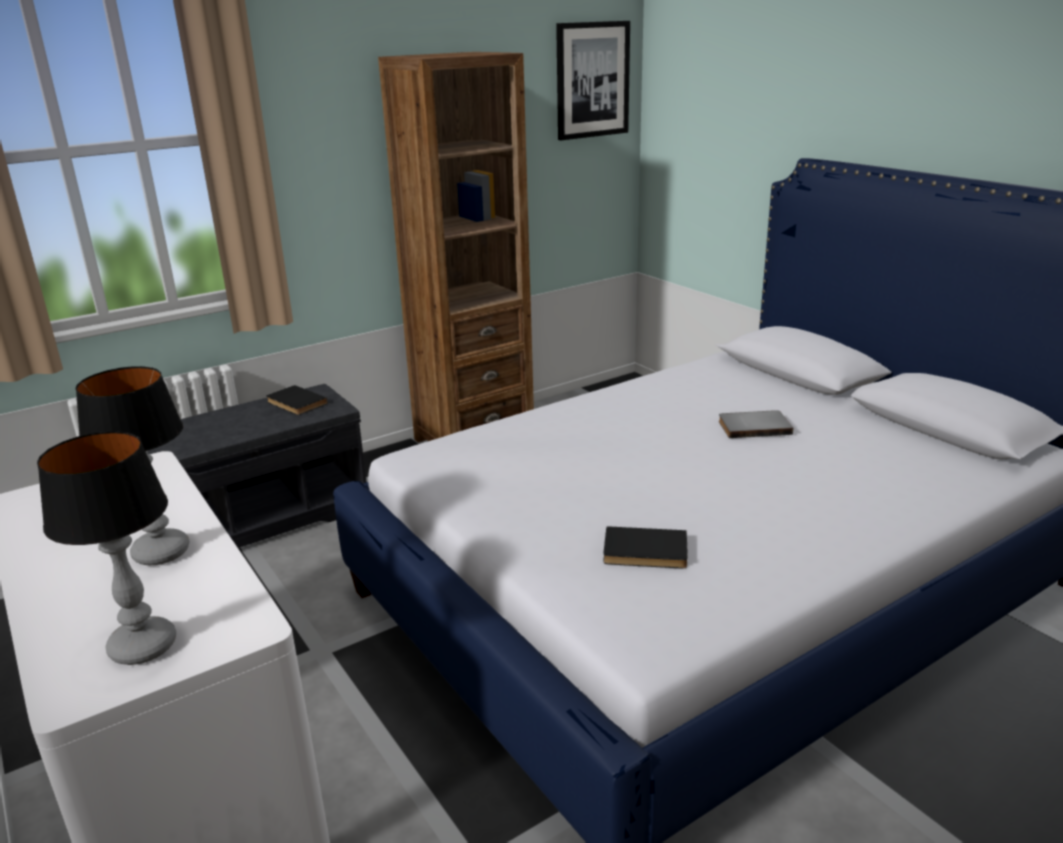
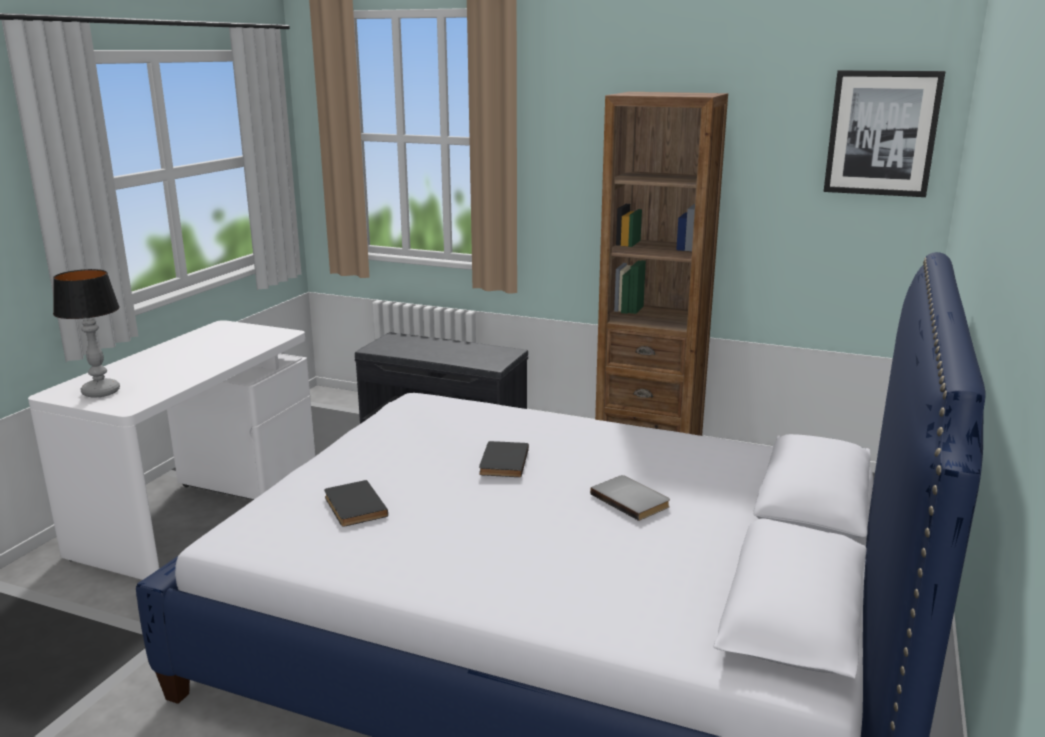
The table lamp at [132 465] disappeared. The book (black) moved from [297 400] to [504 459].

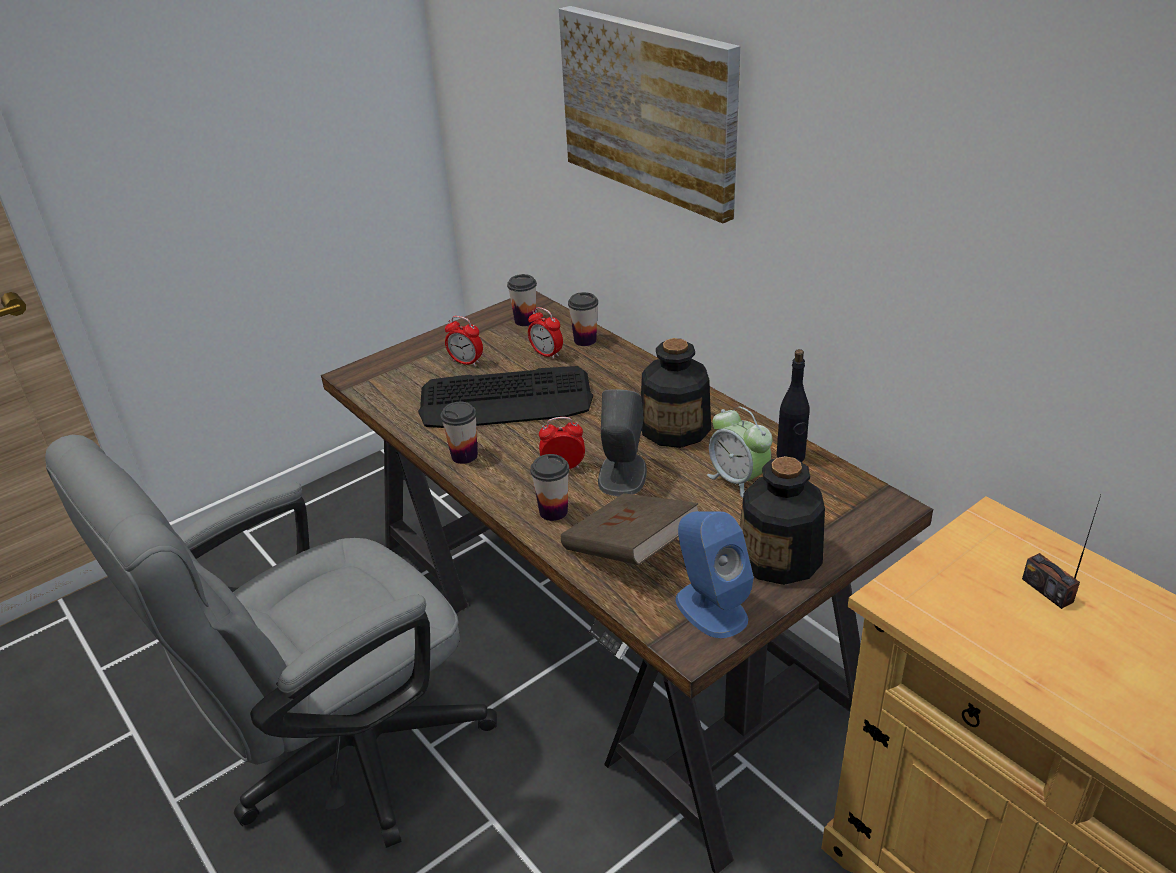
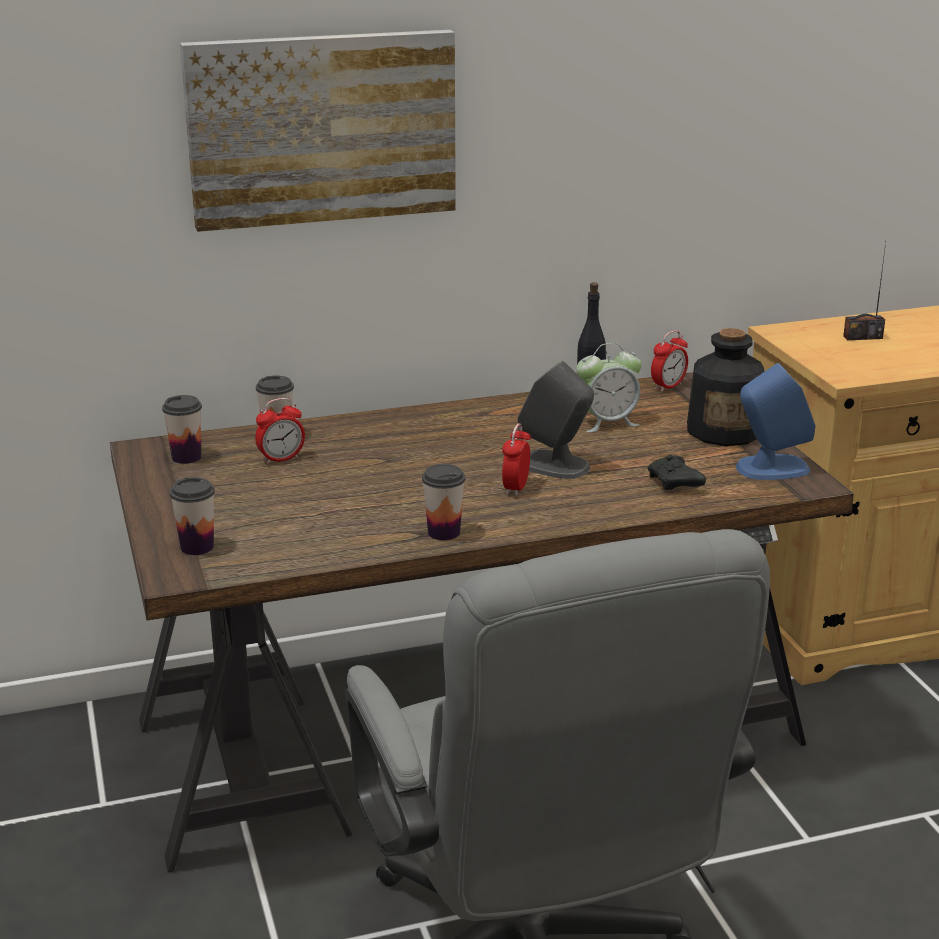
The bedside clock moved from [464 341] to [669 361]. The drink bottle at [676 393] disappeared. The PC keyboard at [505 397] disappeared. The small cup moved from [549 487] to [192 516]. The book (brown-coloured) at [629 529] was replaced by the gamepad (black) at [677 472].

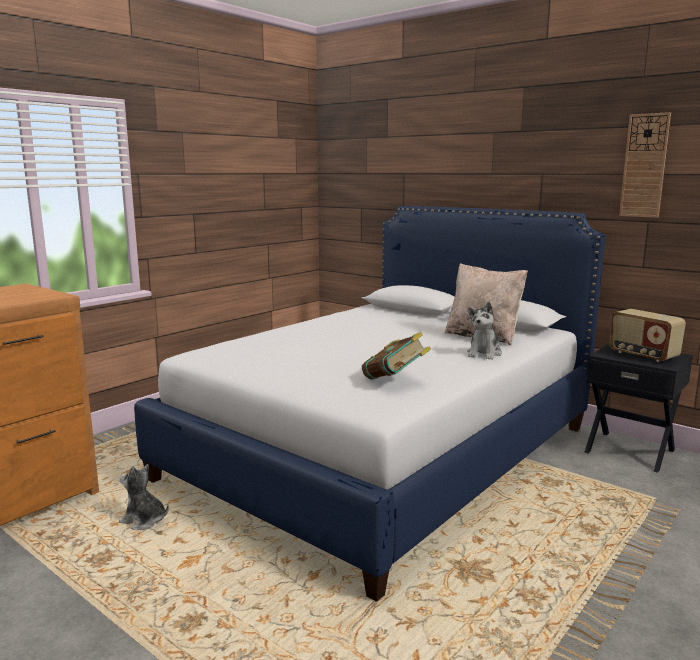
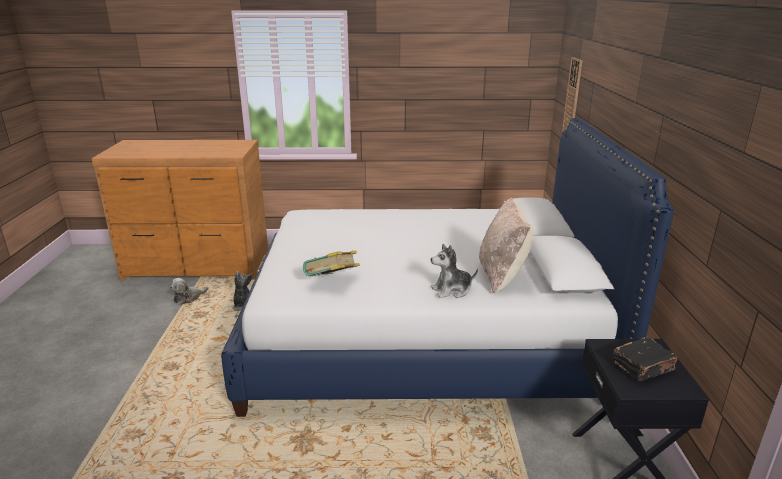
The clock on the wall moved from [645 165] to [572 94]. The radio receiver at [647 335] was replaced by the book (black) at [645 359]. The cuddly toy at [189 291] appeared.

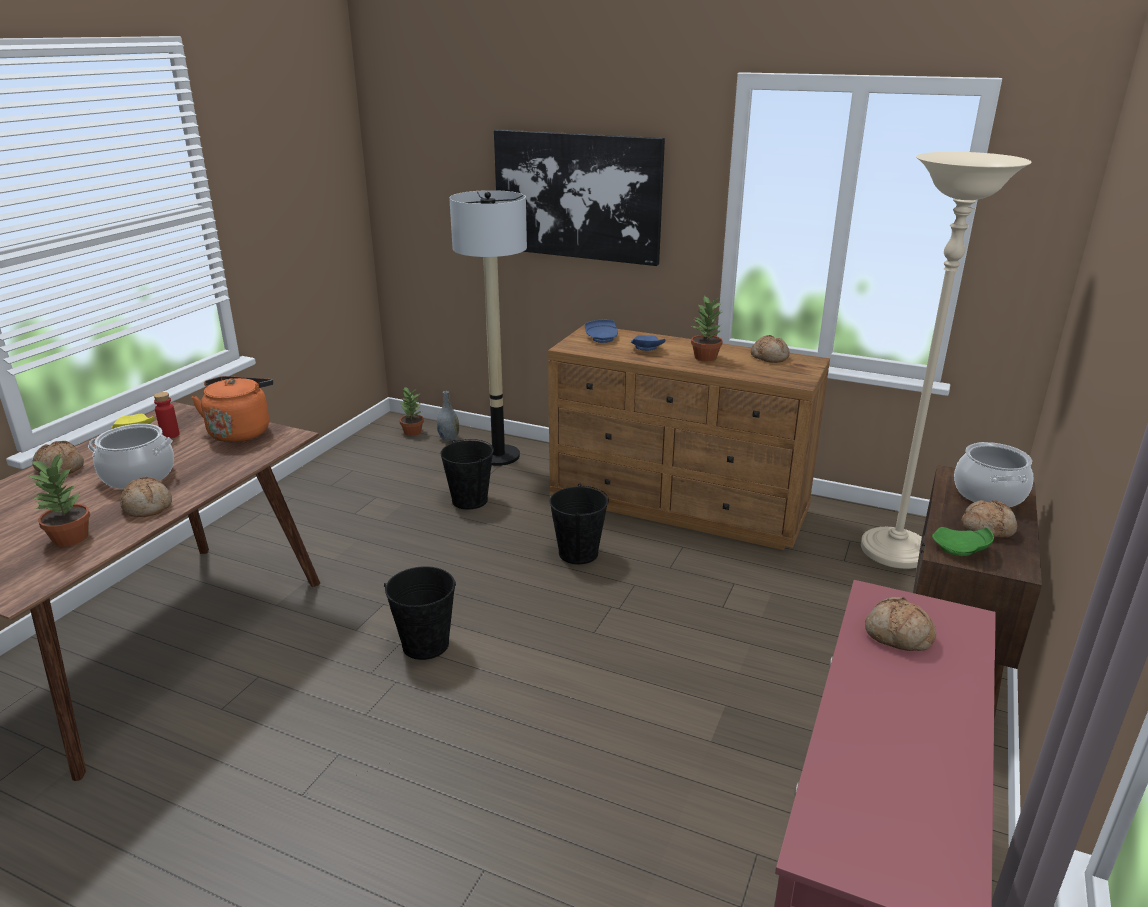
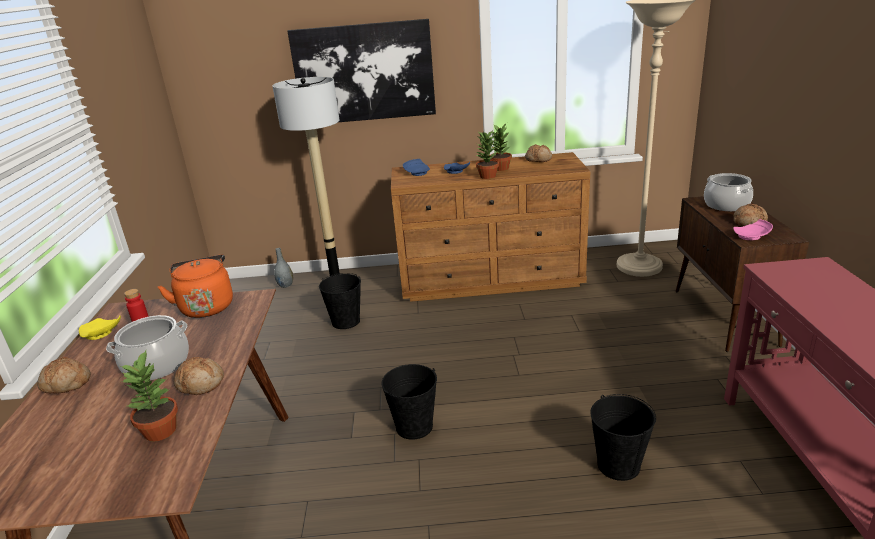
The potted plant moved from [412 411] to [487 155]. The water bucket (black) moved from [579 523] to [623 437]. The flat dish (greenish) at [963 541] became the flat dish (pink-coloured) at [753 229]. The bread at [900 624] disappeared.

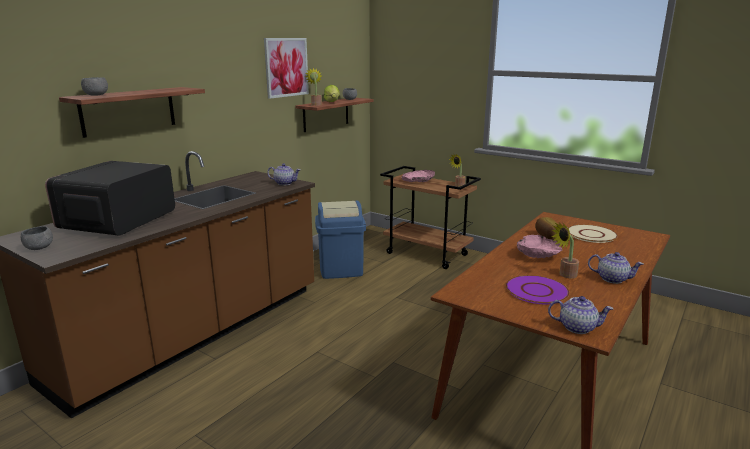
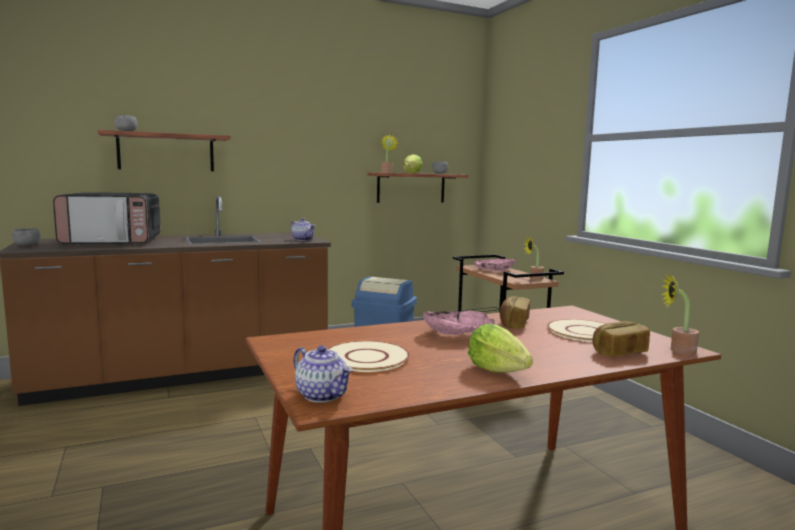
The wall picture at [286 68] disappeared. The microwave at [110 198] turned 150 degrees counterclockwise. The potted plant moved from [565 250] to [680 314]. The pot for tea at [615 268] was replaced by the lettuce head at [500 348]. The flat dish (purplish) at [538 289] became the flat dish (sand-coloured) at [369 356]. The bread at [621 339] appeared.

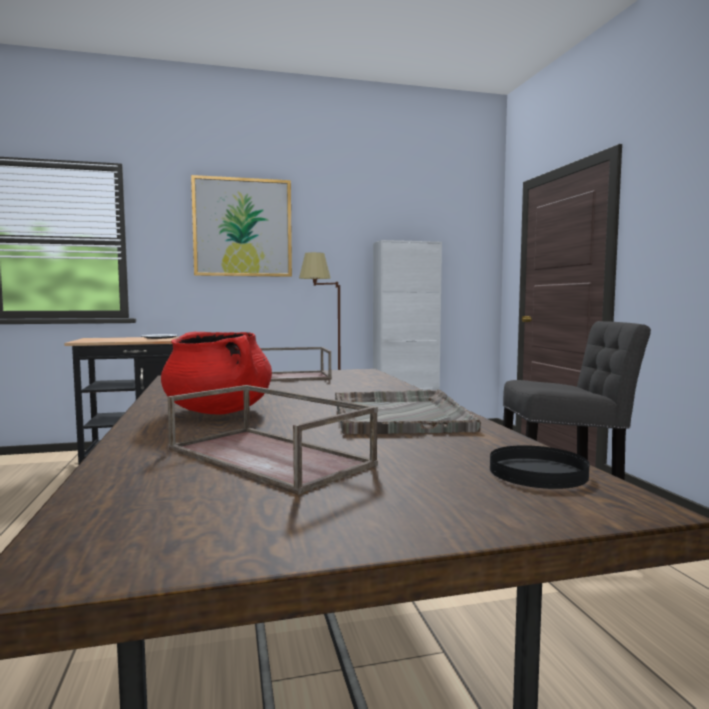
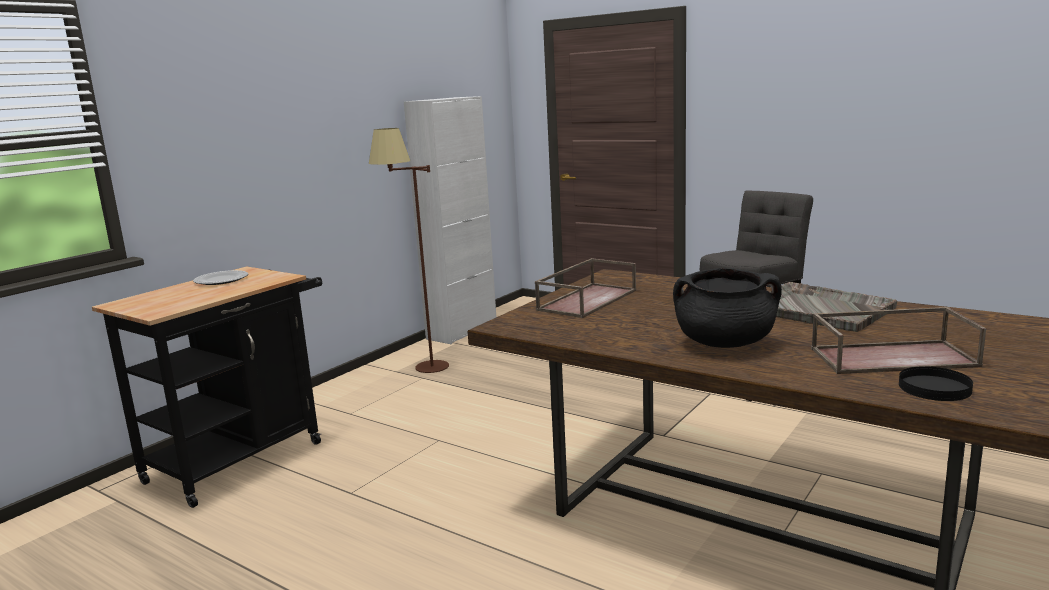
The wall picture at [241 226] disappeared. The stockpot (red-coloured) at [216 373] became the stockpot (black) at [727 308]. The flat dish (black) moved from [539 467] to [936 383].

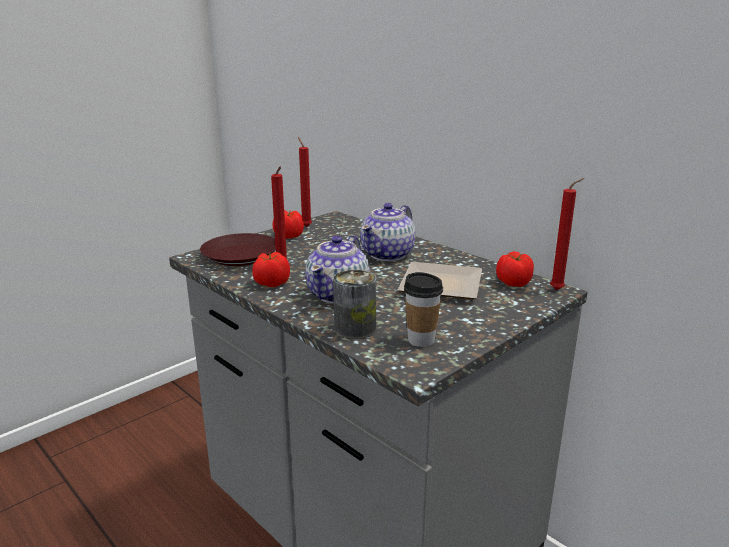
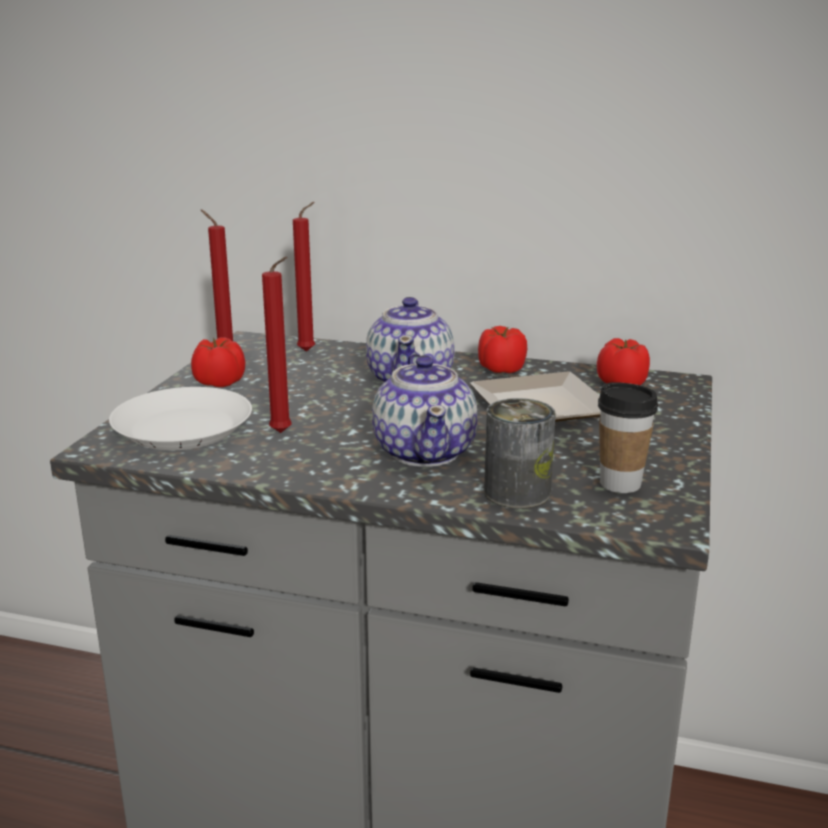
The wax light (red-coloured) moved from [567 234] to [304 277]. The flat dish (brown-coloured) at [238 249] became the flat dish (white-coloured) at [180 418]. The fresh tomato moved from [271 269] to [502 349].

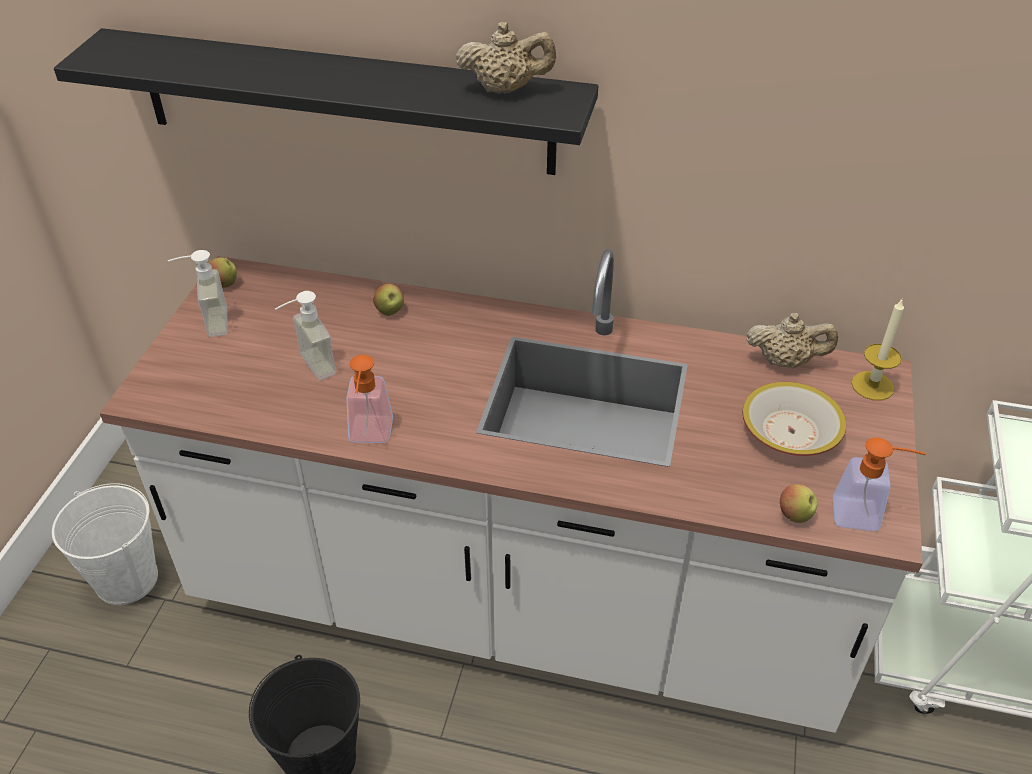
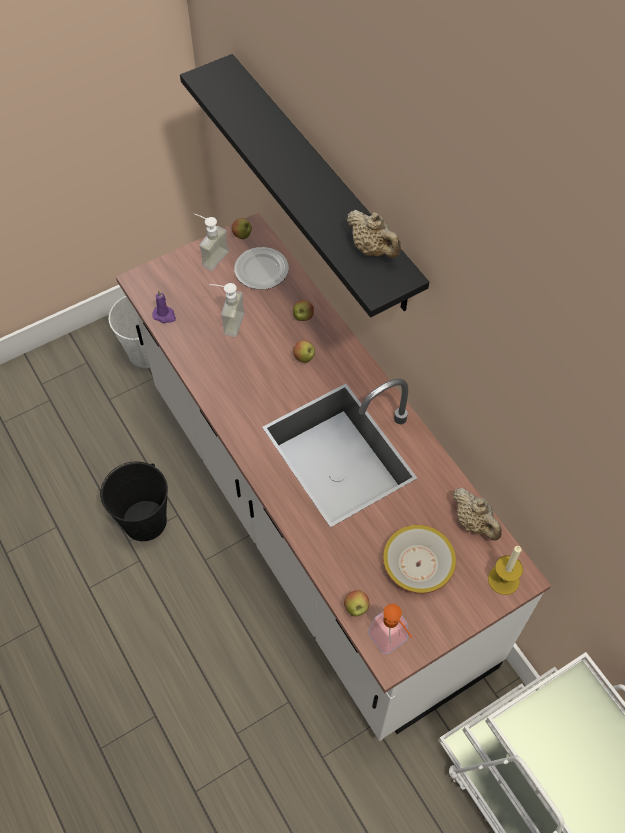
The soap bottle at [369 399] disappeared. The flat dish at [261 268] appeared. The wax light (purplish) at [164 306] appeared. The apple fruit at [304 351] appeared.

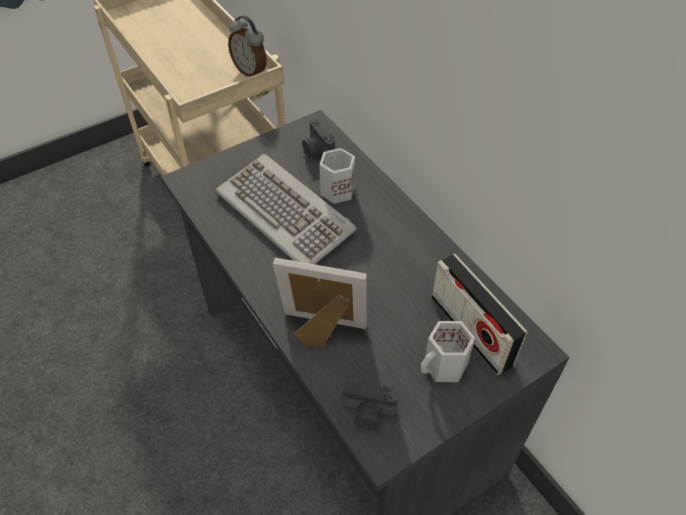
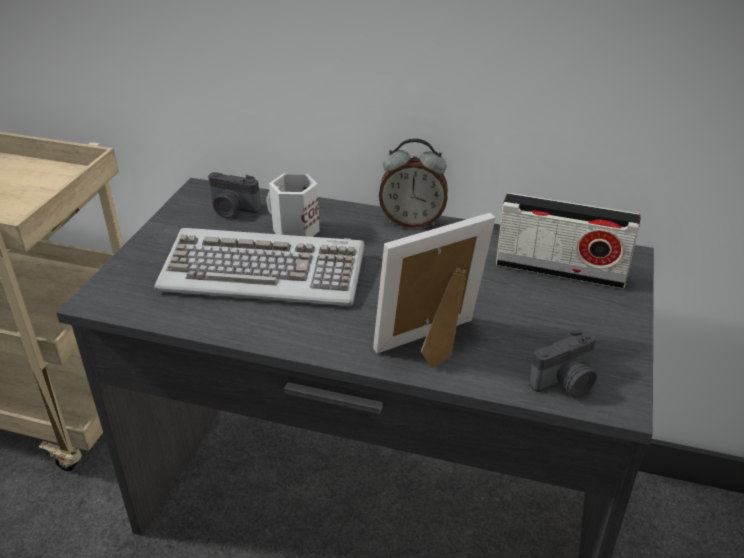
The bedside clock moved from [247 46] to [413 183]. The mug (white-coloured) at [448 351] disappeared.

